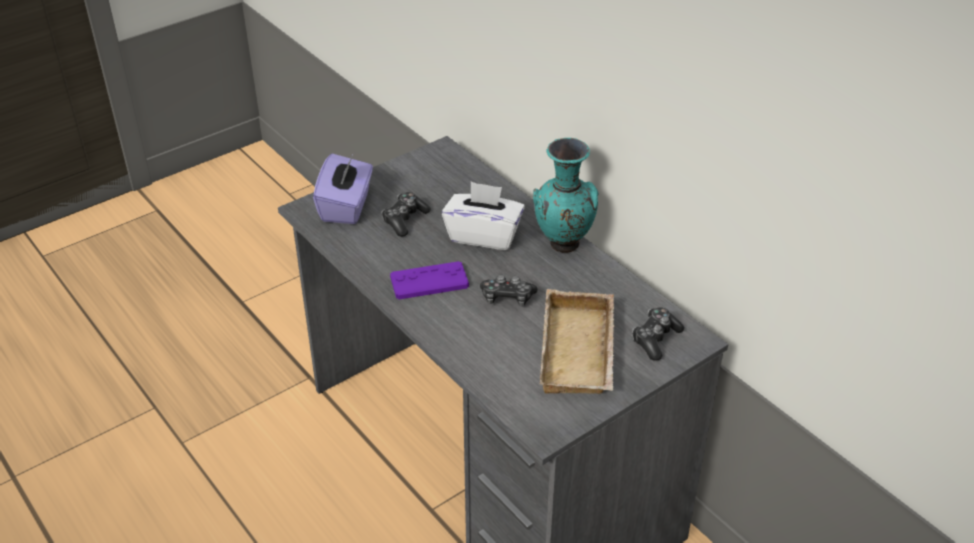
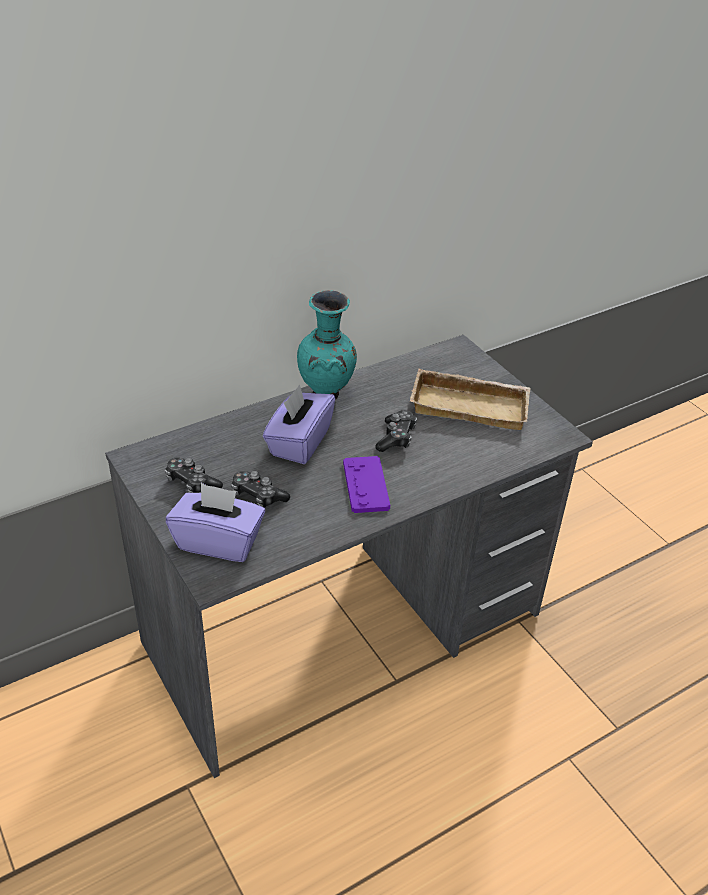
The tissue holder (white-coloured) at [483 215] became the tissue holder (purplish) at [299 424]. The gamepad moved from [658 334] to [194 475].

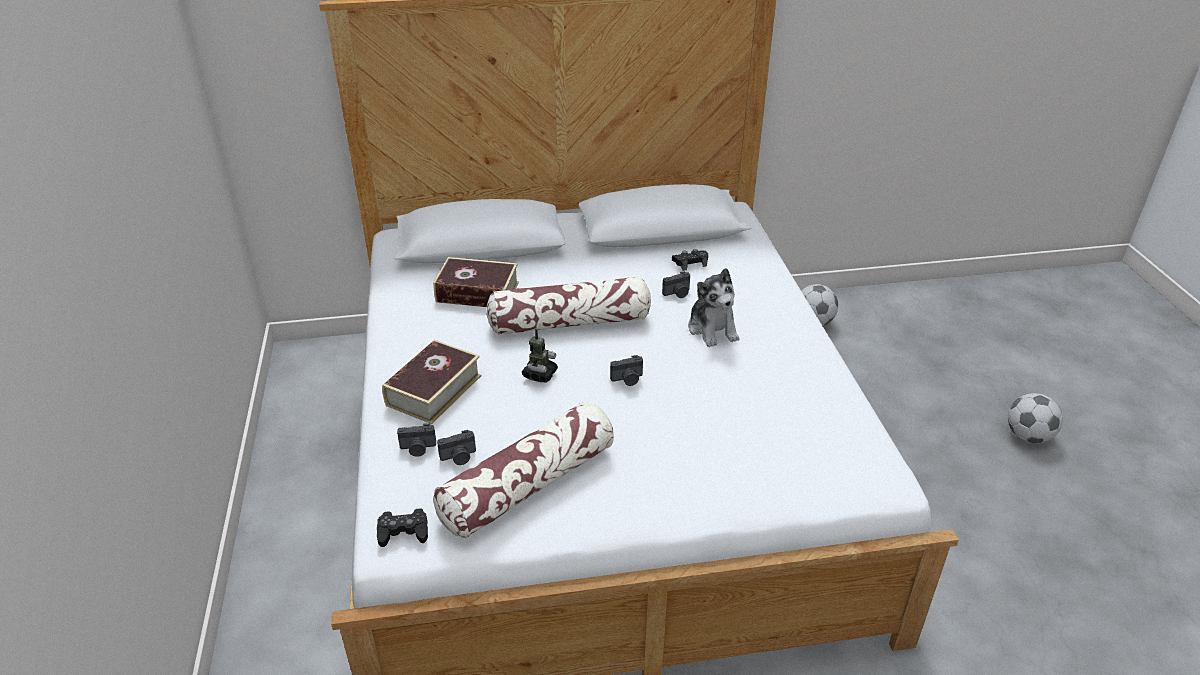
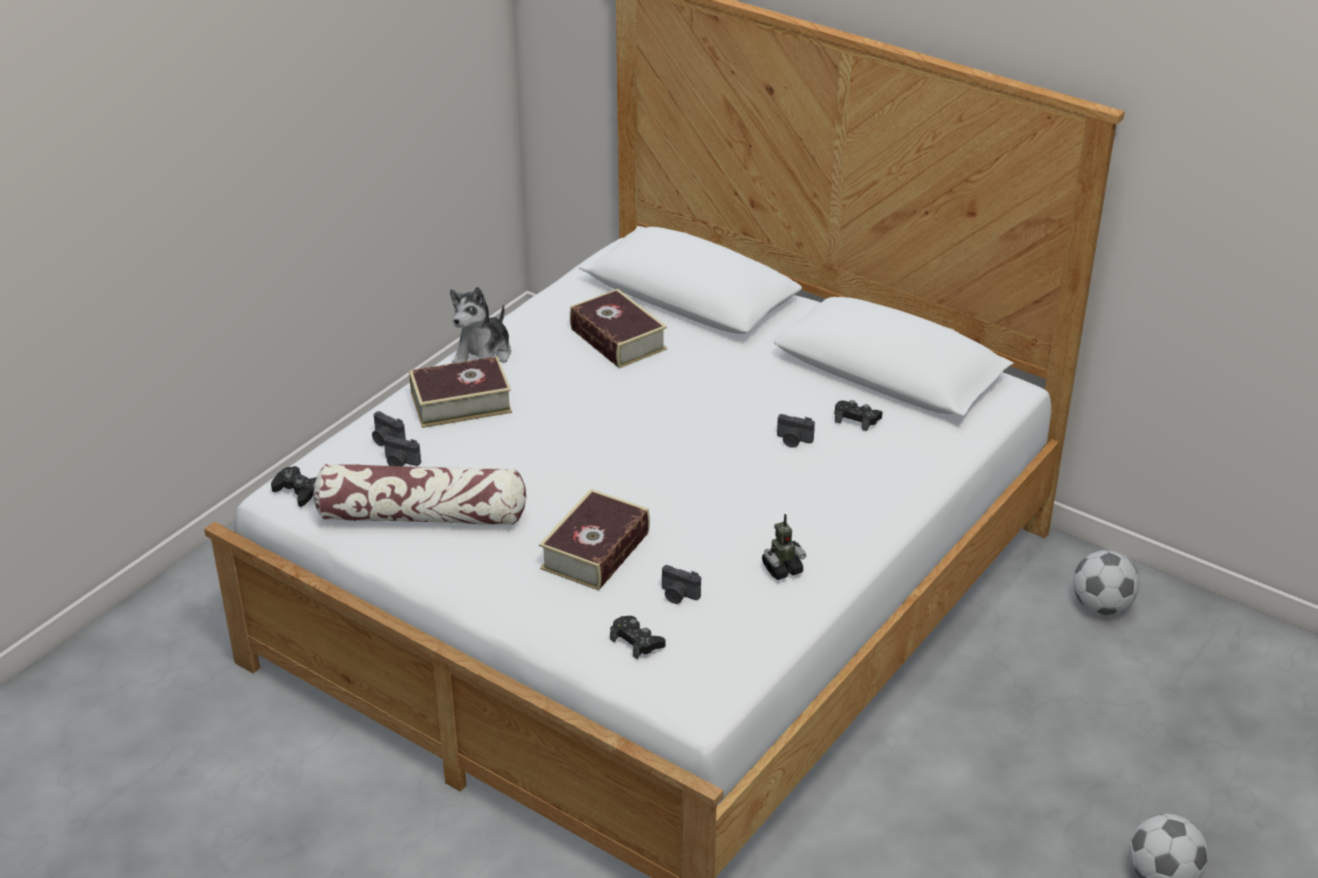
The cuddly toy moved from [714 307] to [480 325]. The cushion at [568 305] disappeared. The toy robot moved from [540 355] to [784 547]. The photo camera moved from [626 370] to [681 584]. The book at [594 540] appeared. The gamepad (black) at [637 637] appeared.

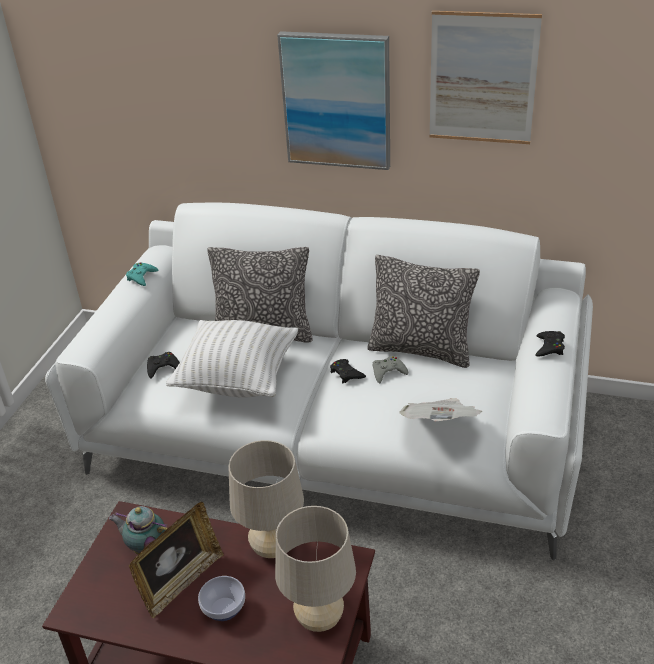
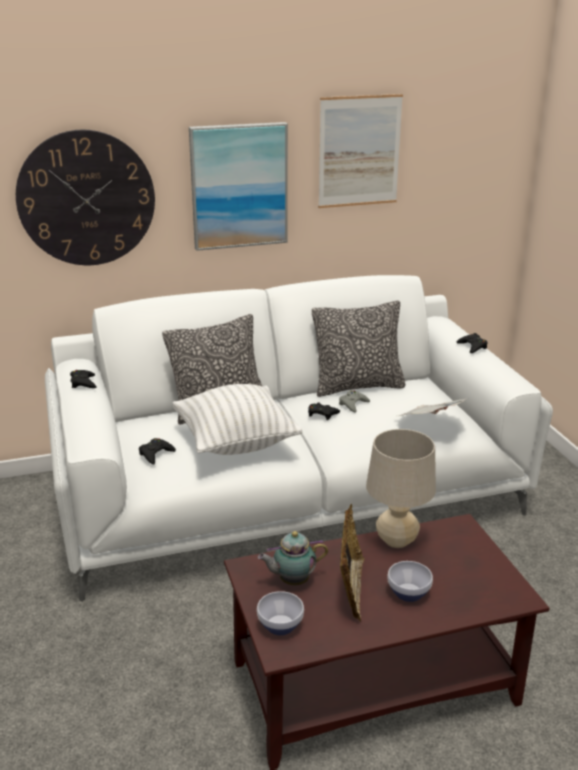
The gamepad (turquoise) at [142 274] became the gamepad (black) at [83 379]. The table lamp (sand-coloured) at [315 569] disappeared. The clock on the wall at [85 197] appeared. The deep dish at [280 613] appeared.

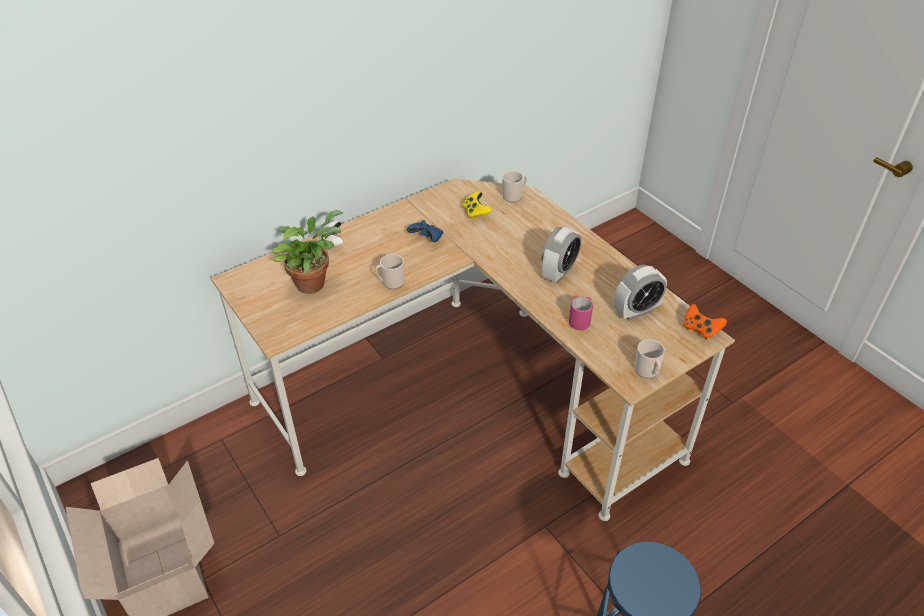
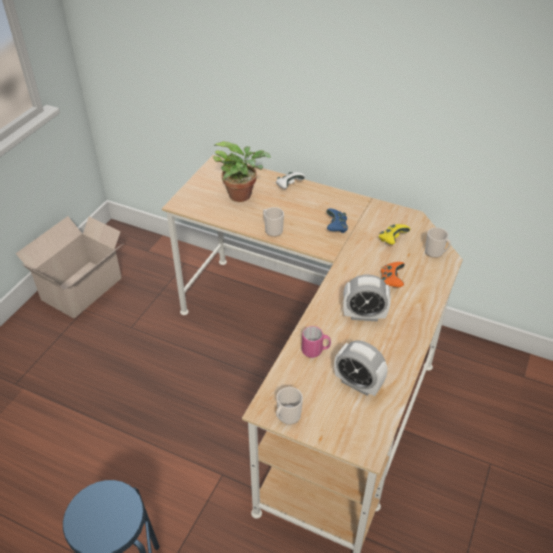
The gamepad (orange-coloured) moved from [705 322] to [393 274].

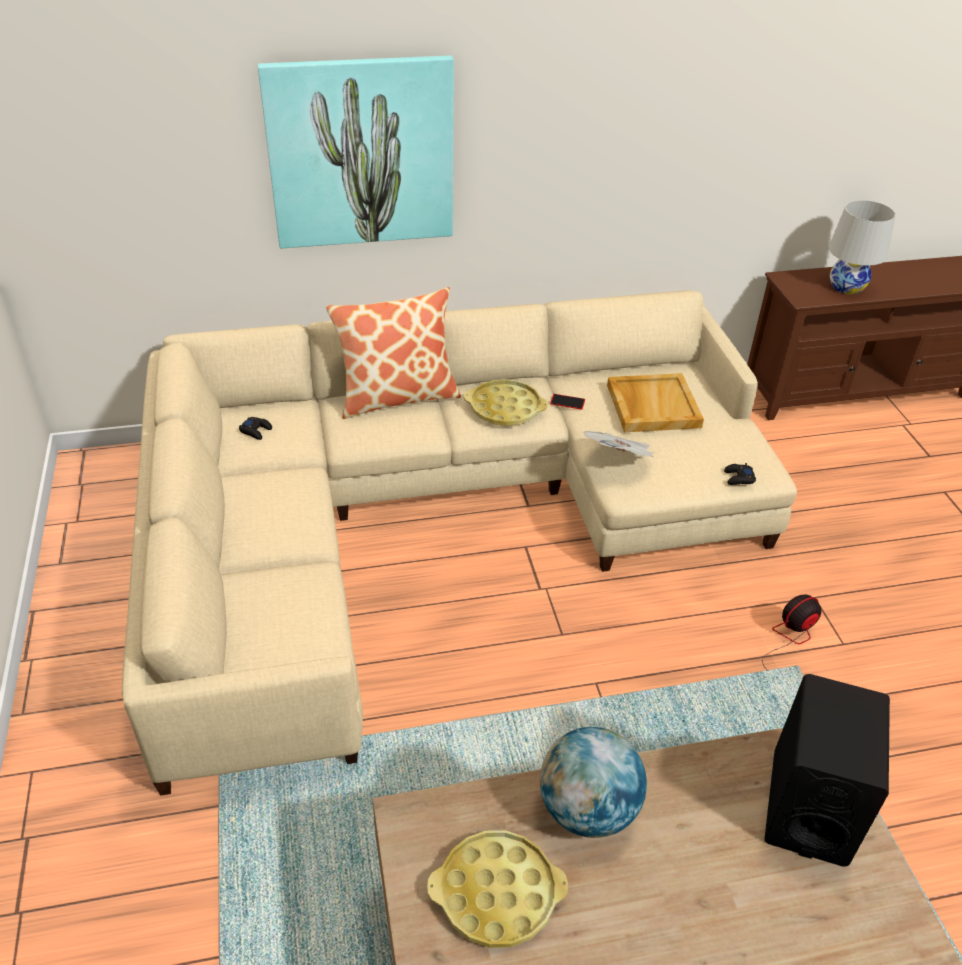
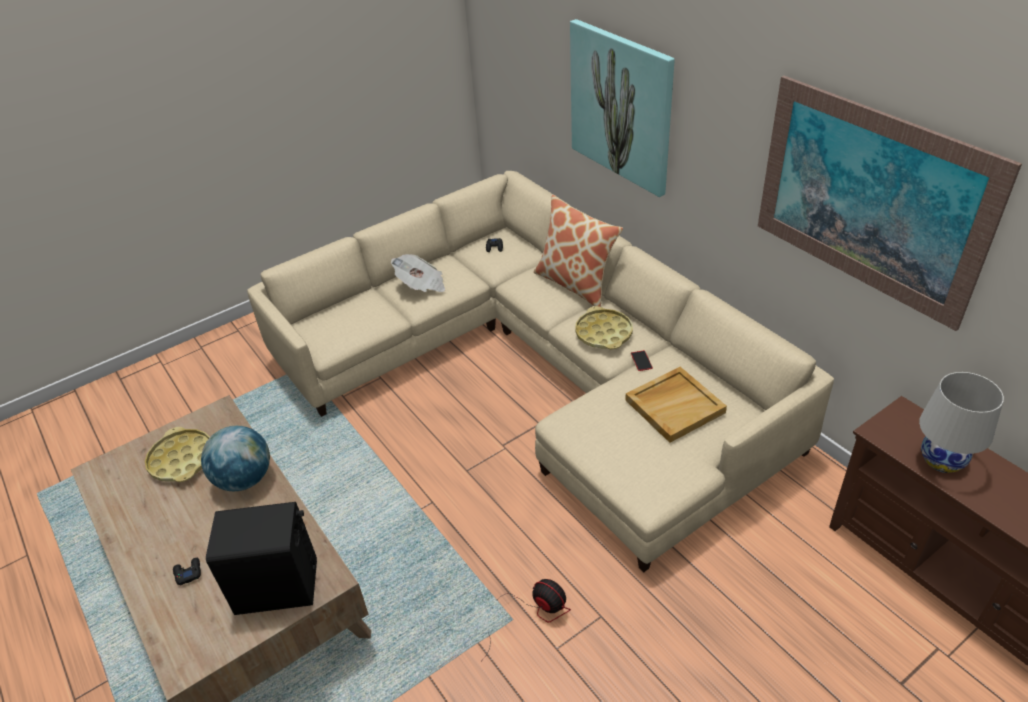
The newspaper moved from [619 444] to [418 273]. The gamepad (black) moved from [740 474] to [187 572]. The wall picture at [890 203] appeared.

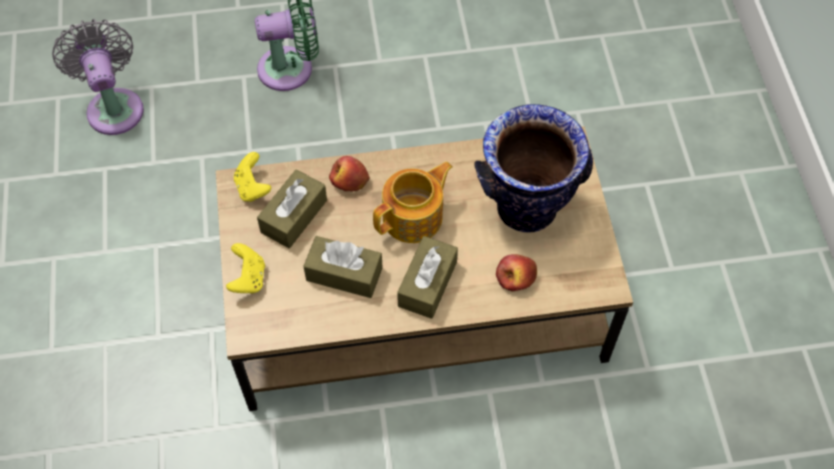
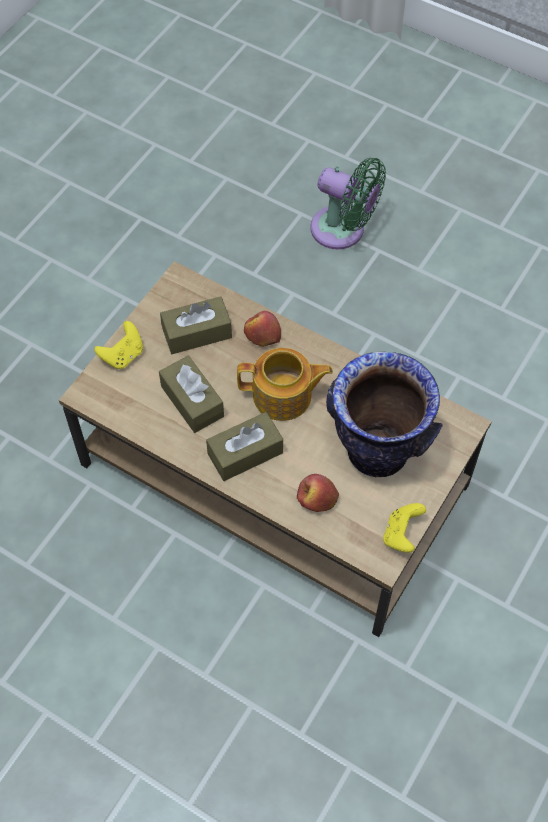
The cooling fan (greyish) at [98 77] disappeared. The gamepad (yellow-coloured) moved from [253 177] to [404 528].

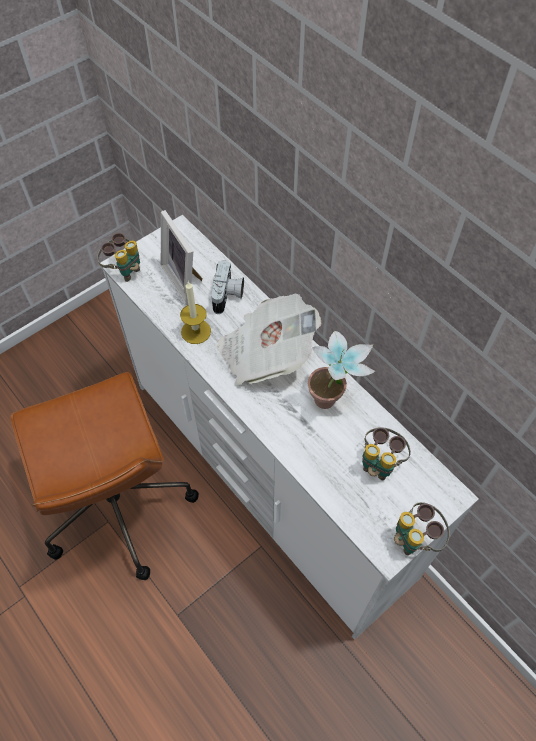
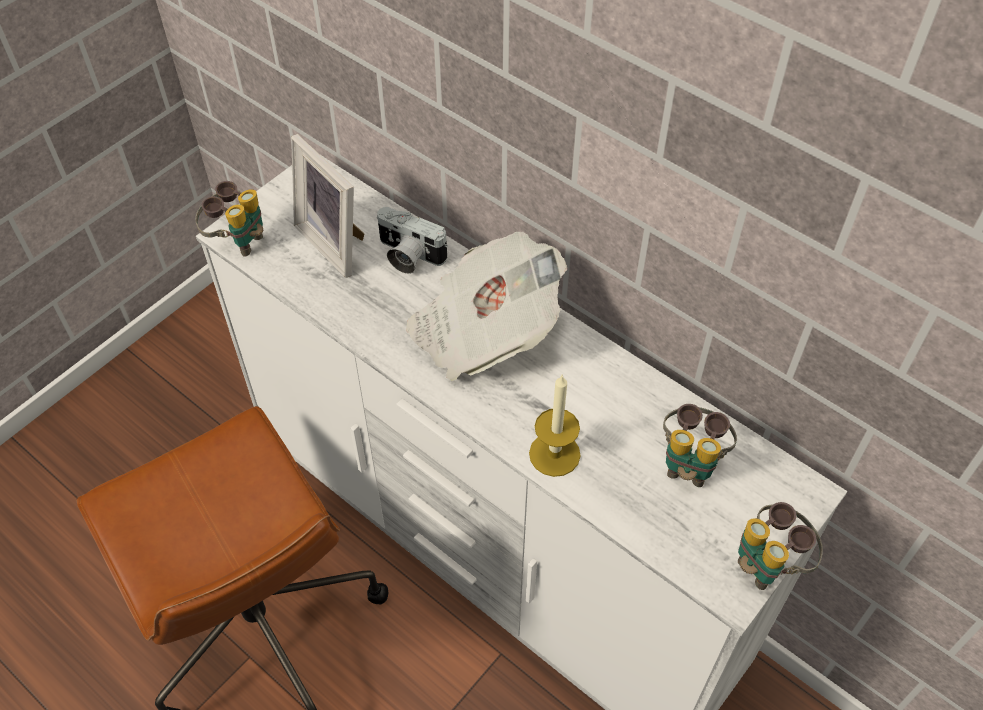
The photo camera at [227 287] turned 120 degrees clockwise. The wax light moved from [195 312] to [555 425]. The potted plant at [341 370] disappeared.

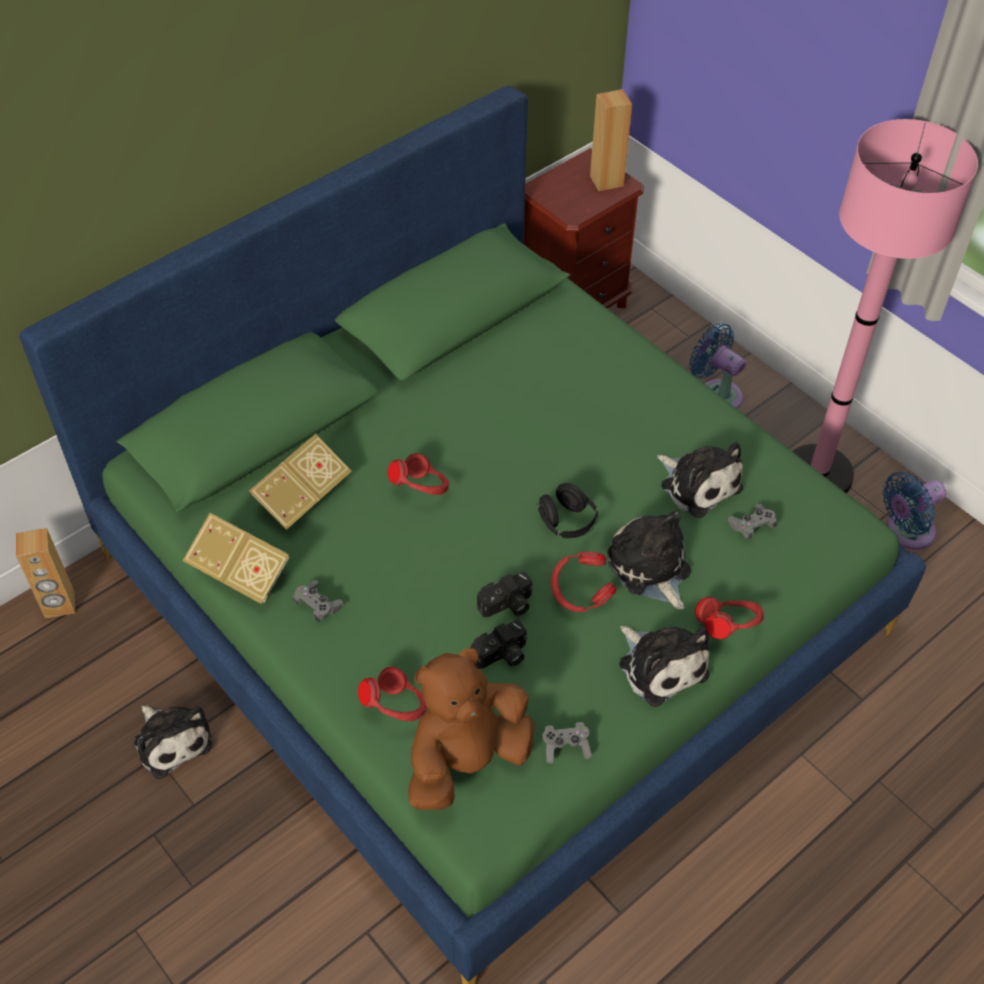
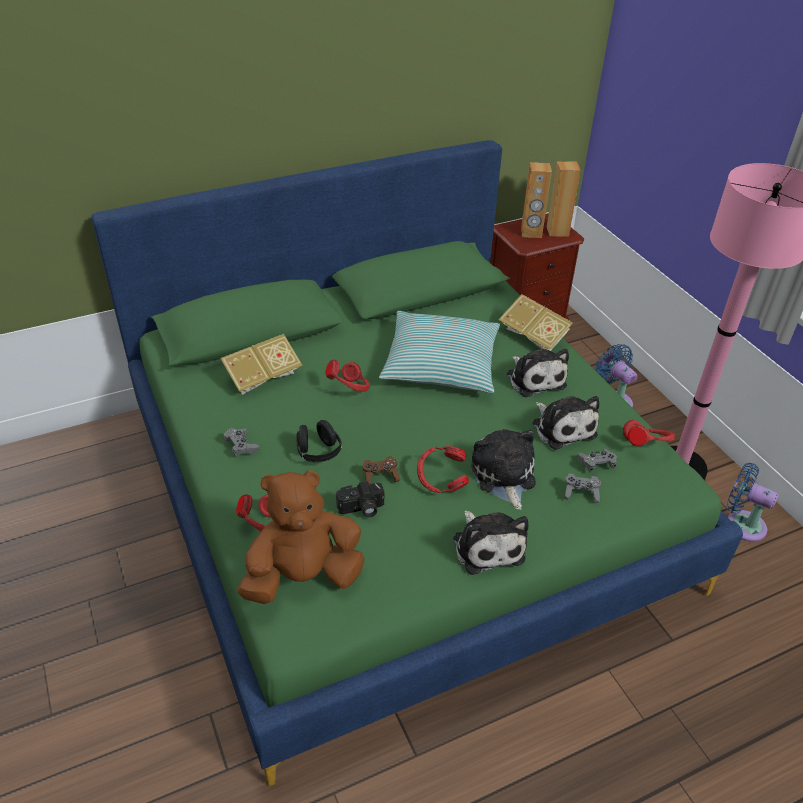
The cooling fan (blue) at [914 511] turned 45 degrees clockwise. The headset (black) moved from [567 510] to [319 441]. The book moved from [236 558] to [535 322]. The speaker (brown-coloured) moved from [45 573] to [536 200]. The photo camera at [505 594] was replaced by the gamepad (brown-coloured) at [381 470]. The headset (red-coloured) moved from [729 618] to [649 433]. The cuddly toy moved from [173 742] to [538 373]. The gamepad (greyish) moved from [567 743] to [583 488]. The cushion at [439 352] appeared.

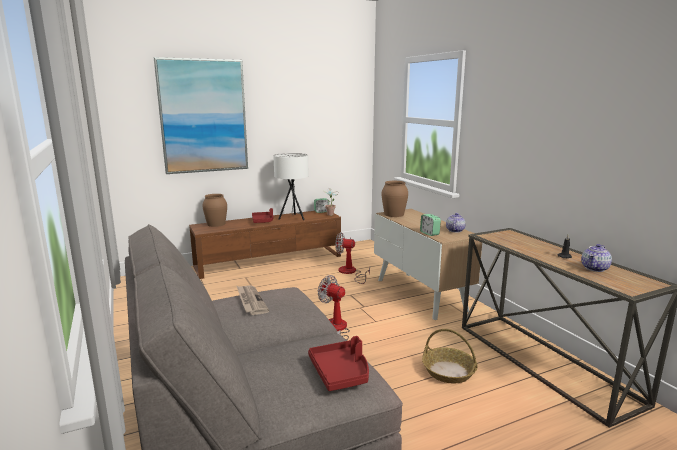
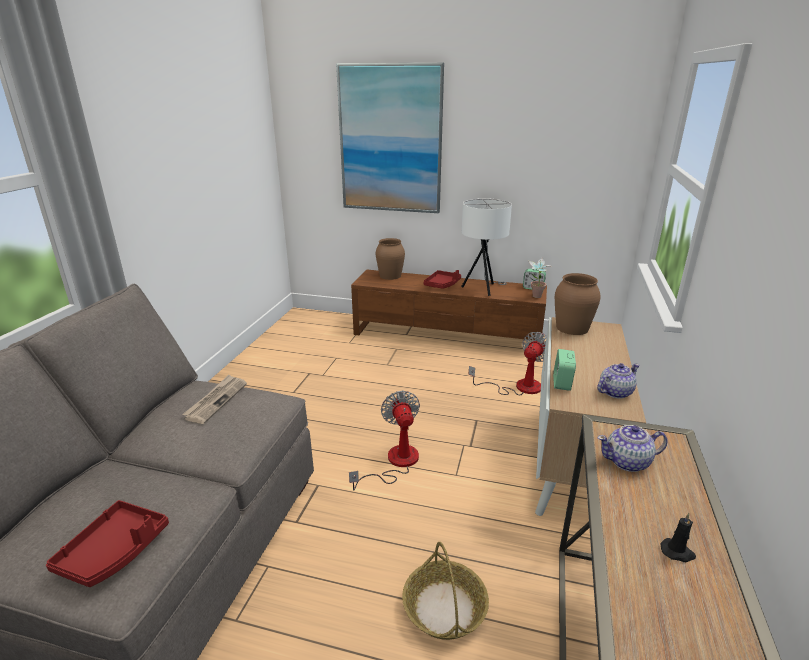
The cooling fan at [352 258] turned 75 degrees clockwise. The pot for tea moved from [596 258] to [632 448].

